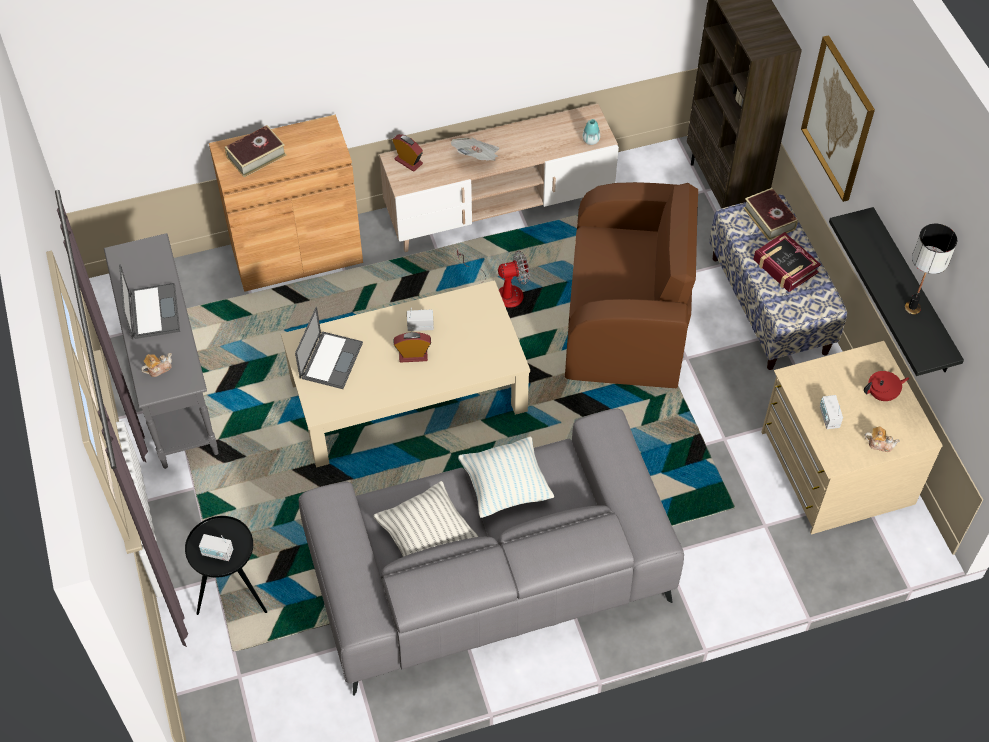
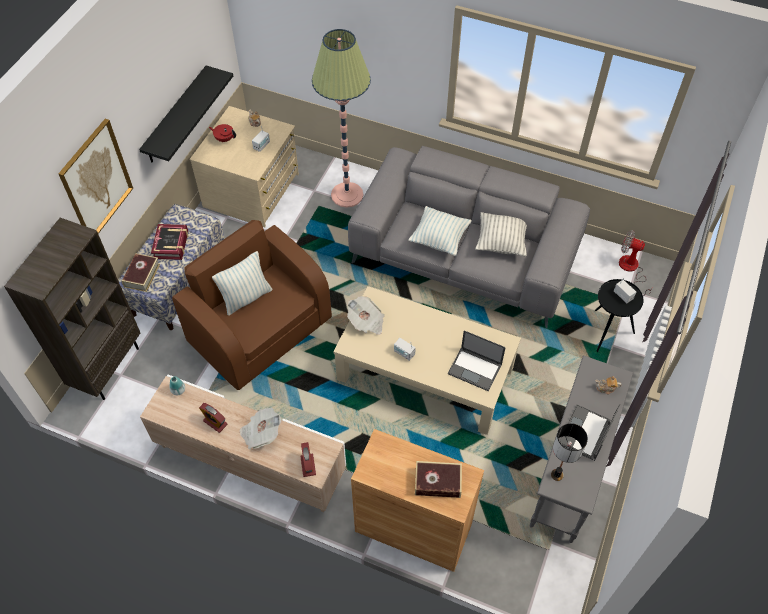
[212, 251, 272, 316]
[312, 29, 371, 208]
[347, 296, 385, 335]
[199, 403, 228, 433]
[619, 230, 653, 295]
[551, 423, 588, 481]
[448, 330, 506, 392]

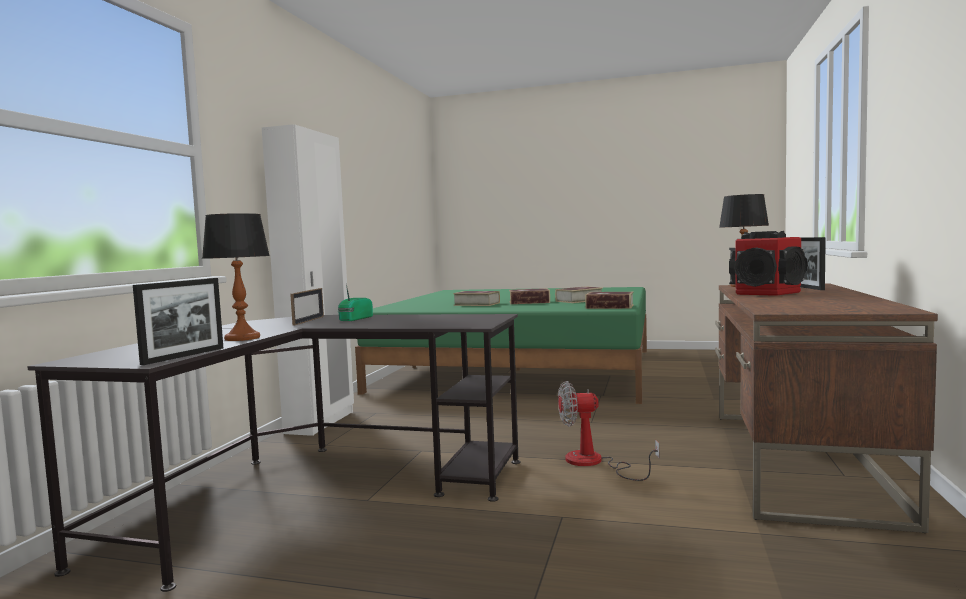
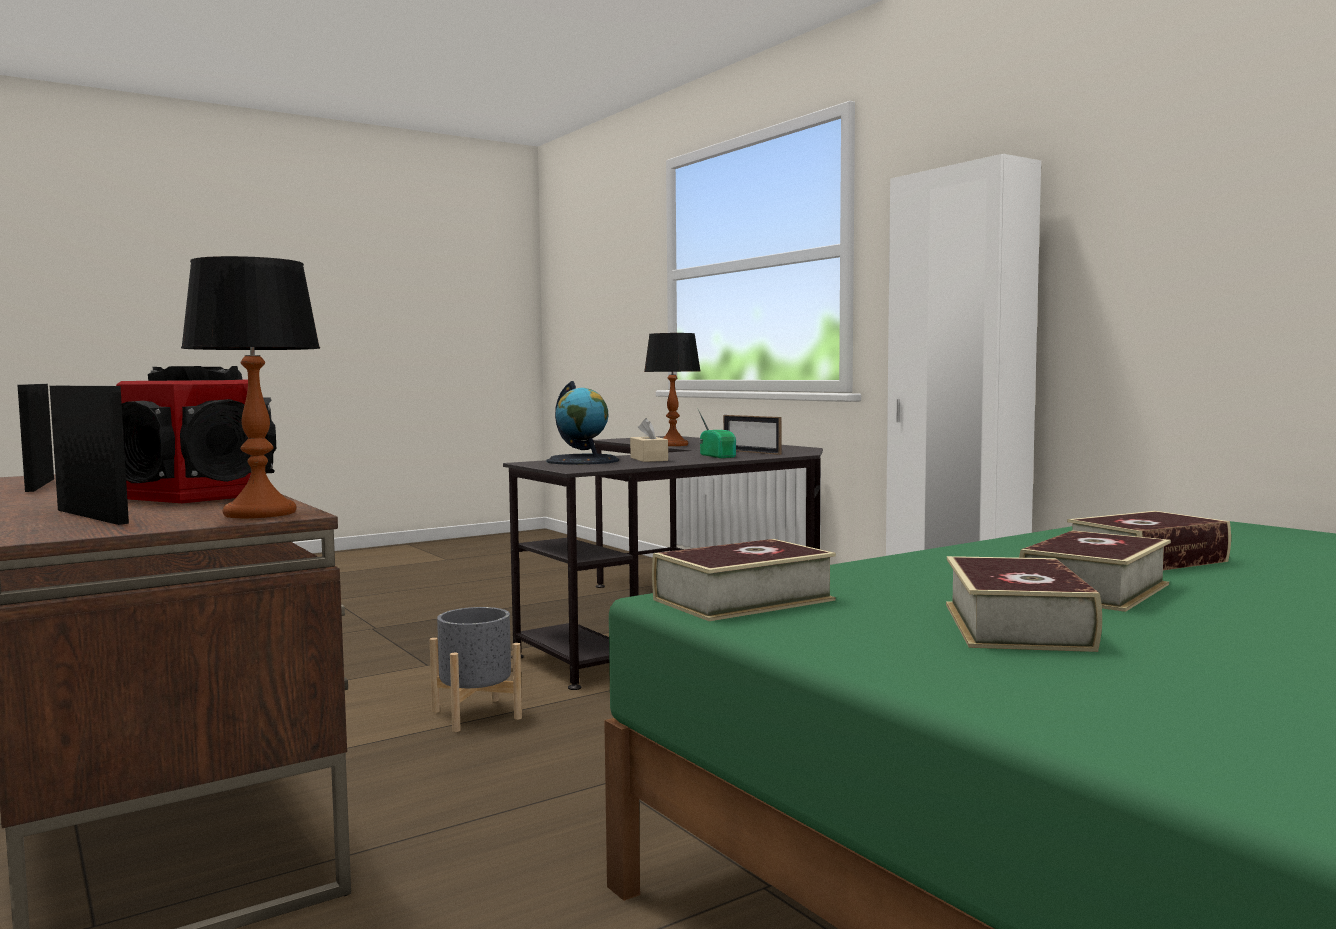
[546, 381, 619, 465]
[630, 418, 668, 462]
[18, 384, 54, 492]
[430, 607, 522, 732]

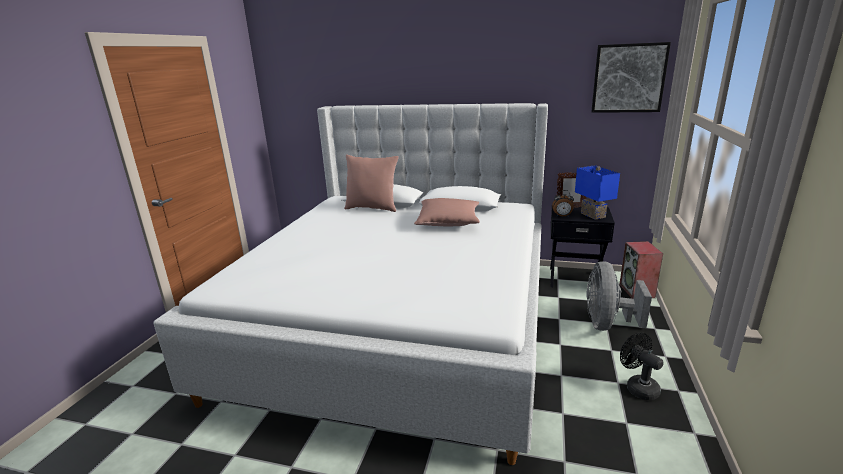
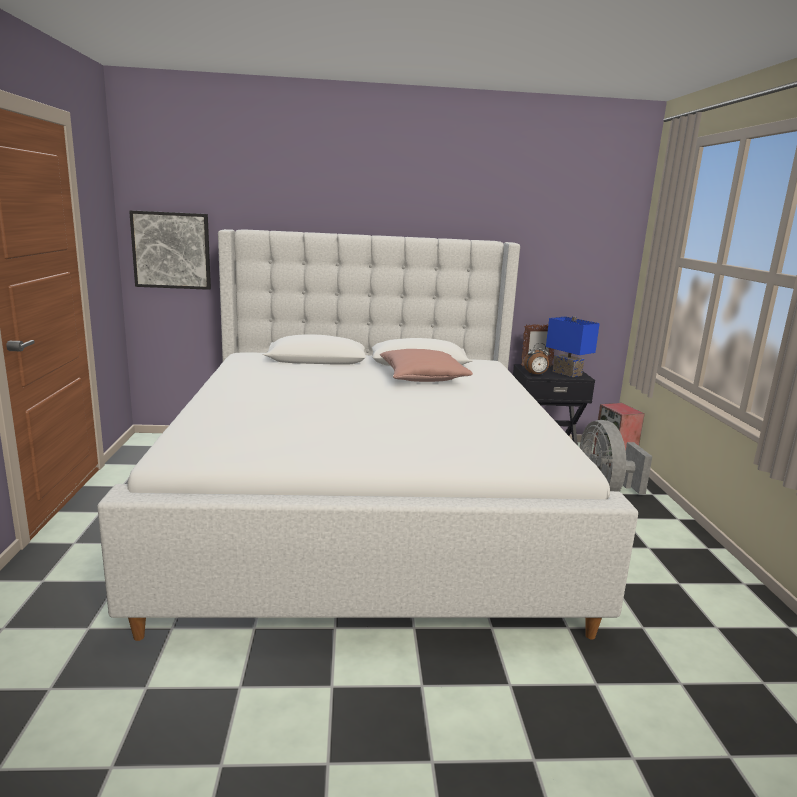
[344, 155, 399, 212] (first image)
[620, 332, 663, 400] (first image)
[129, 210, 211, 290]

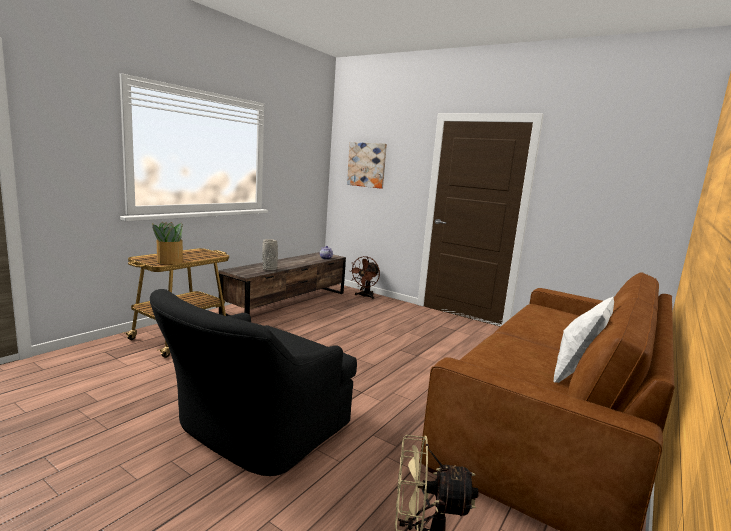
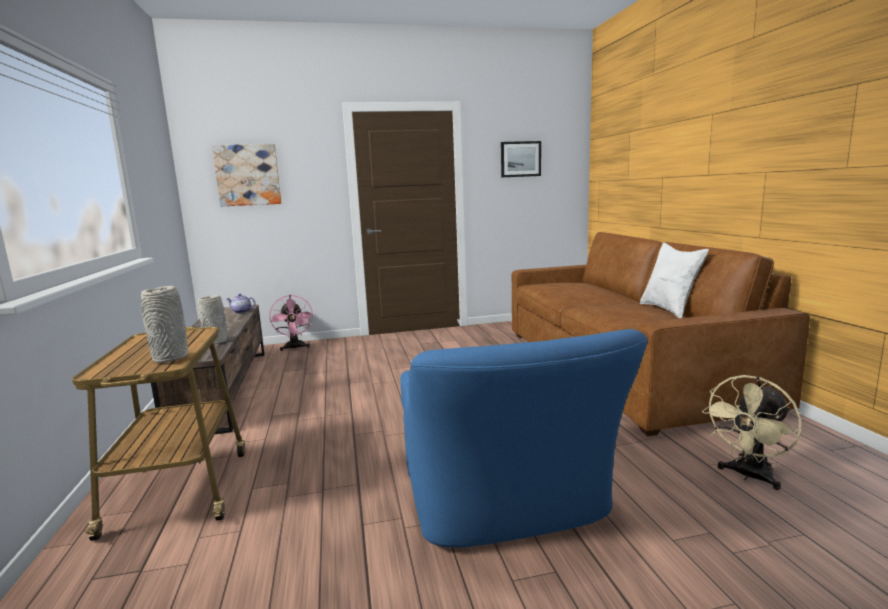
[501, 141, 541, 177]
[141, 286, 188, 363]
[400, 329, 648, 548]
[270, 295, 313, 351]

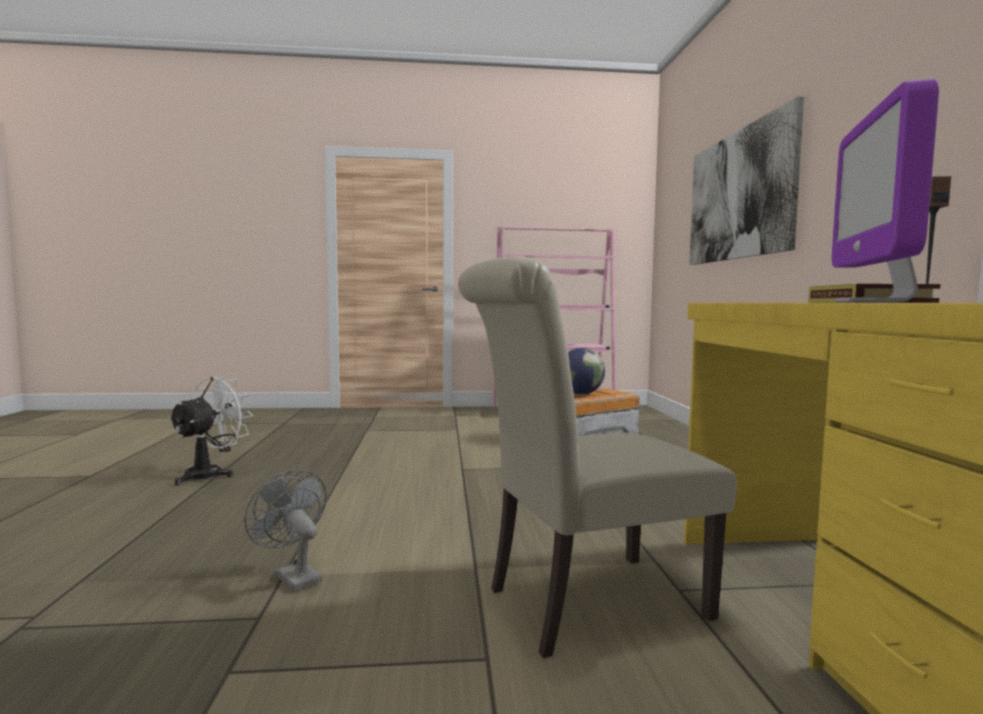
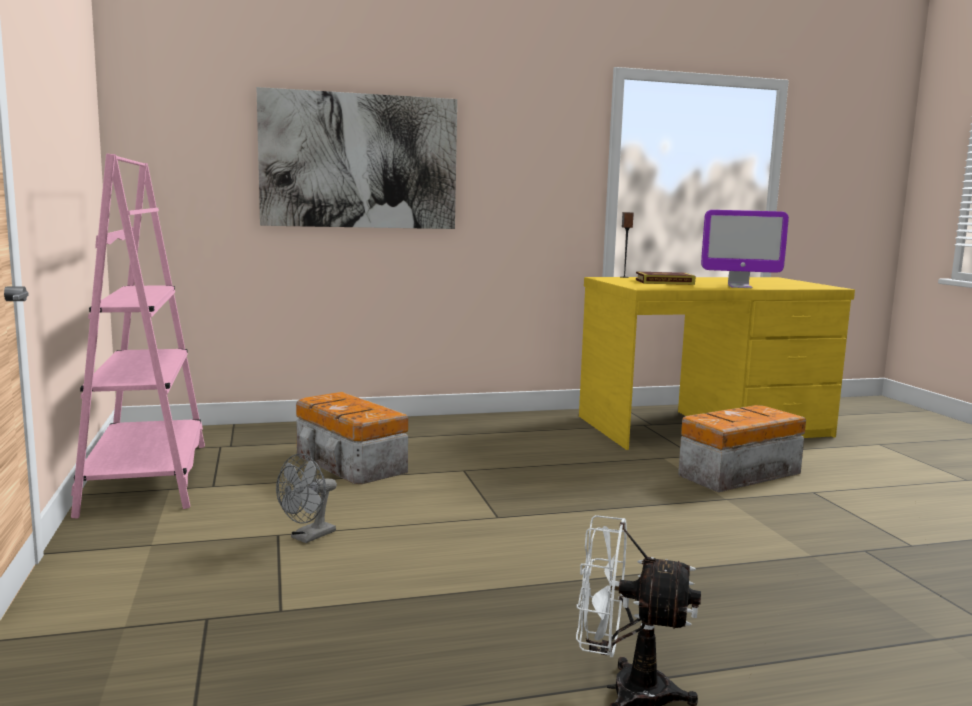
[568, 348, 605, 395] (first image)
[276, 454, 337, 543]
[678, 405, 806, 492]

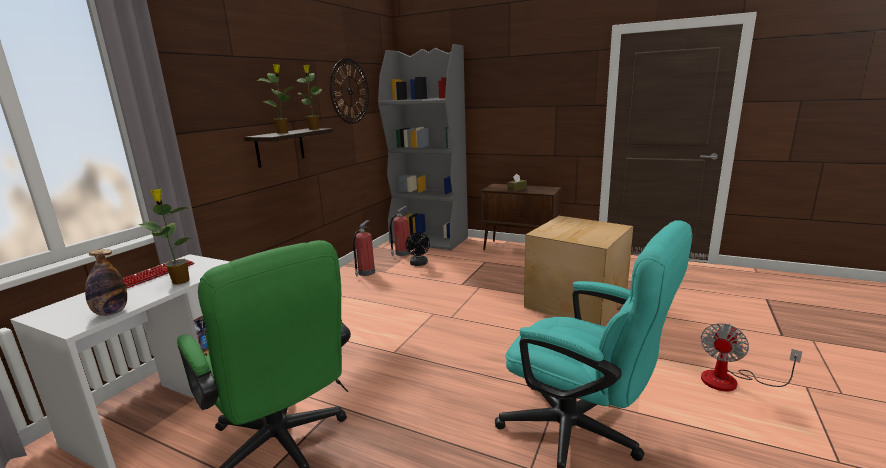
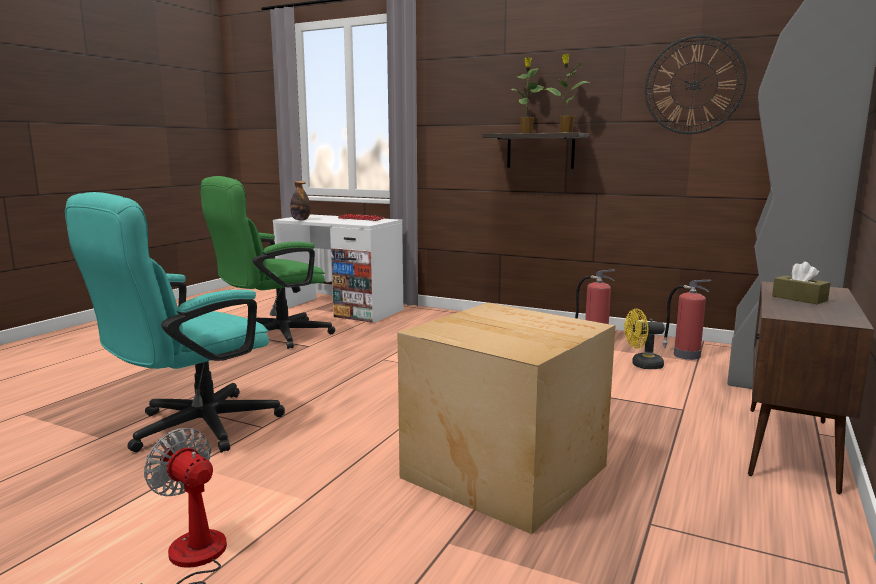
[139, 189, 192, 285] (first image)
[624, 309, 665, 369]

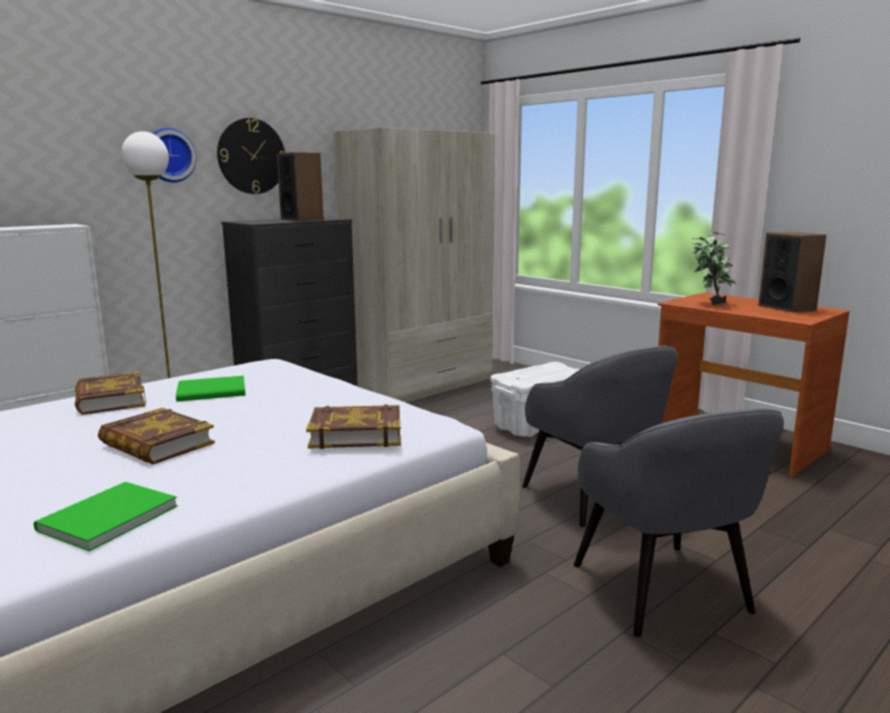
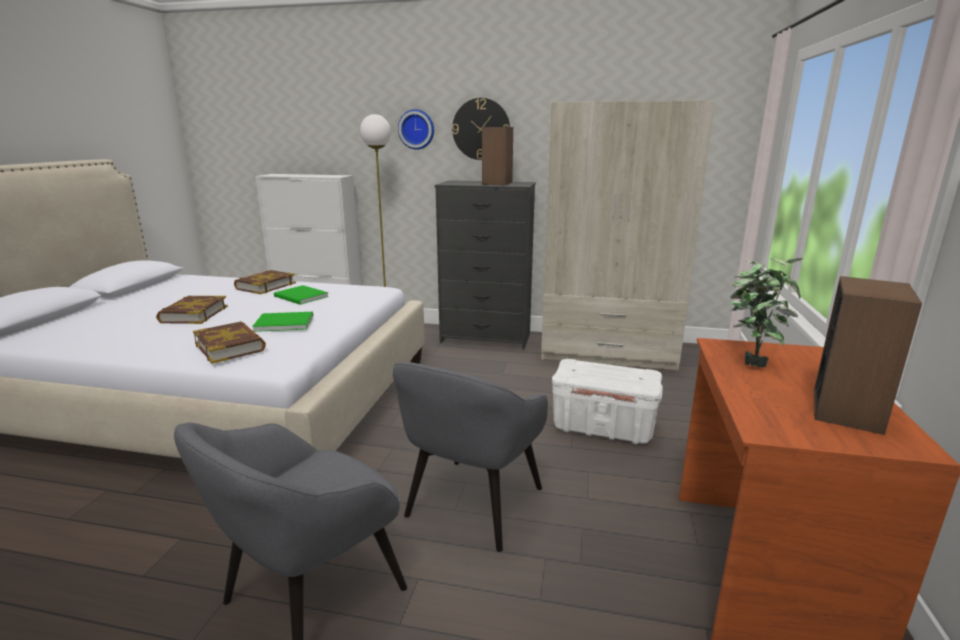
[252, 312, 313, 332]

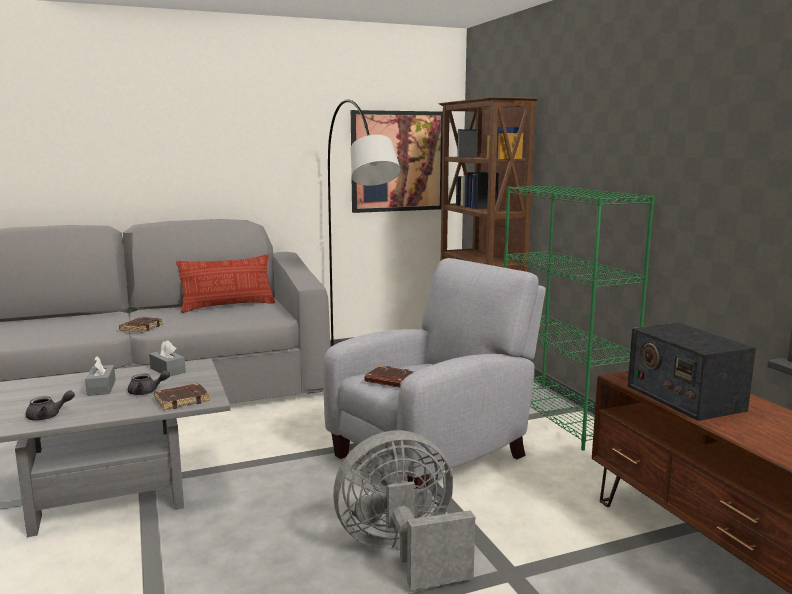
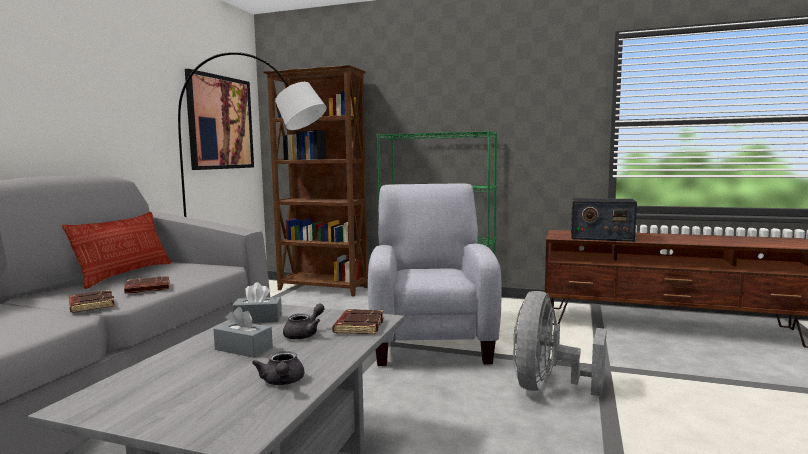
[124, 276, 170, 294]
[252, 351, 304, 385]

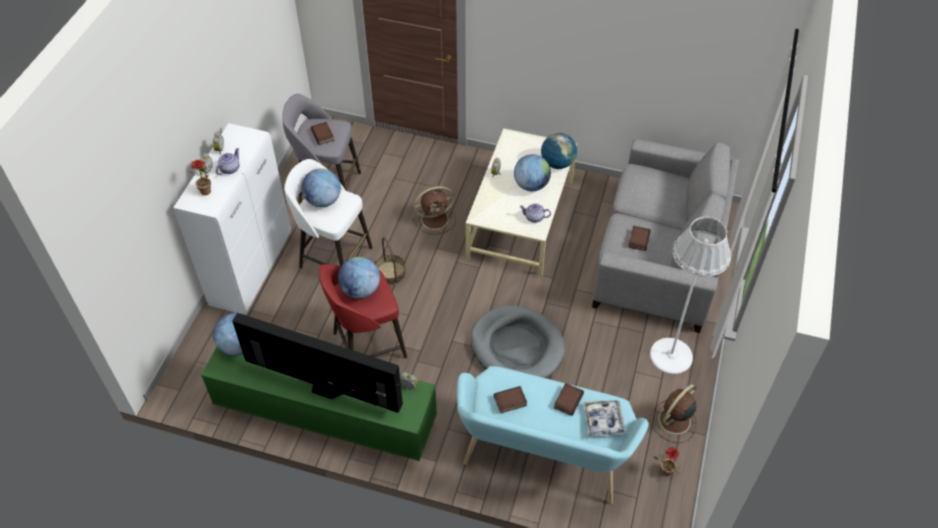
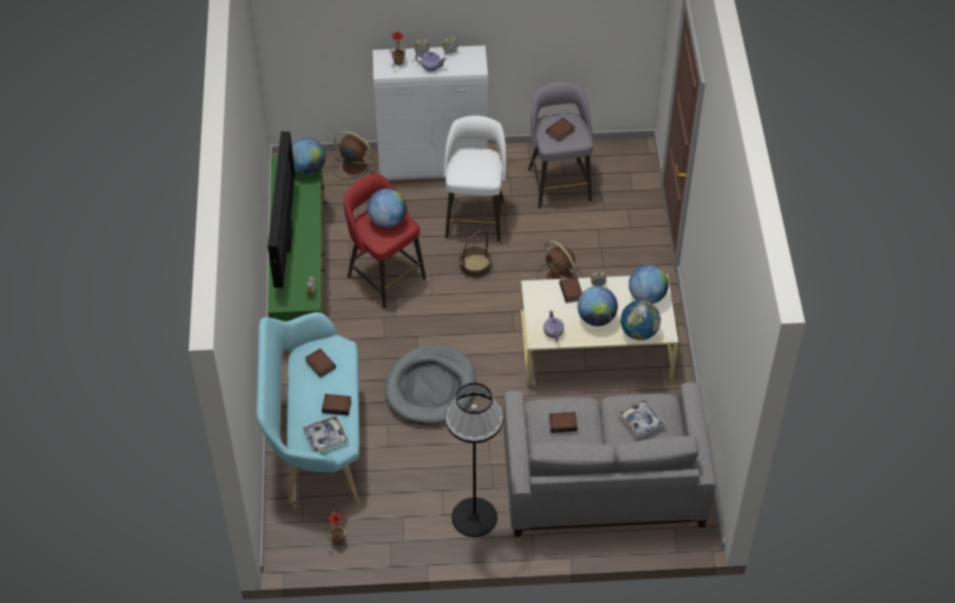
[559, 277, 582, 303]
[618, 399, 666, 438]
[629, 265, 669, 304]
[332, 131, 375, 180]
[445, 383, 504, 537]

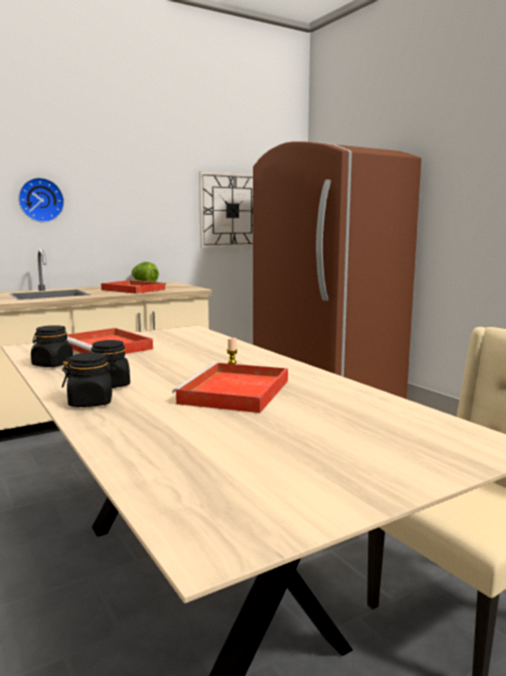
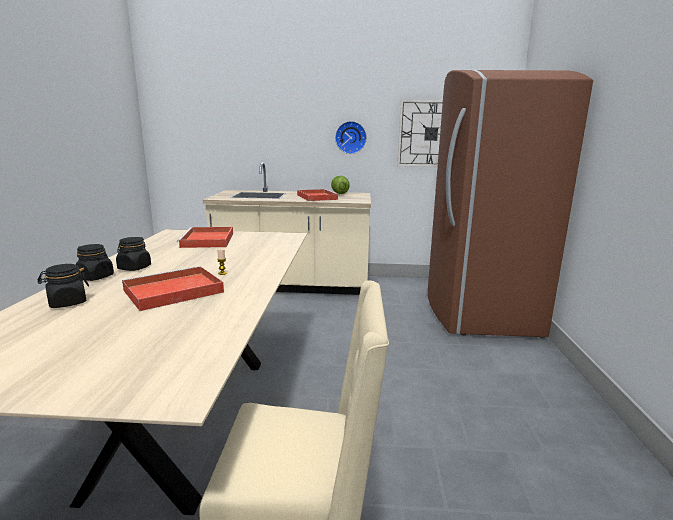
[335, 121, 367, 154]
[38, 264, 89, 308]

